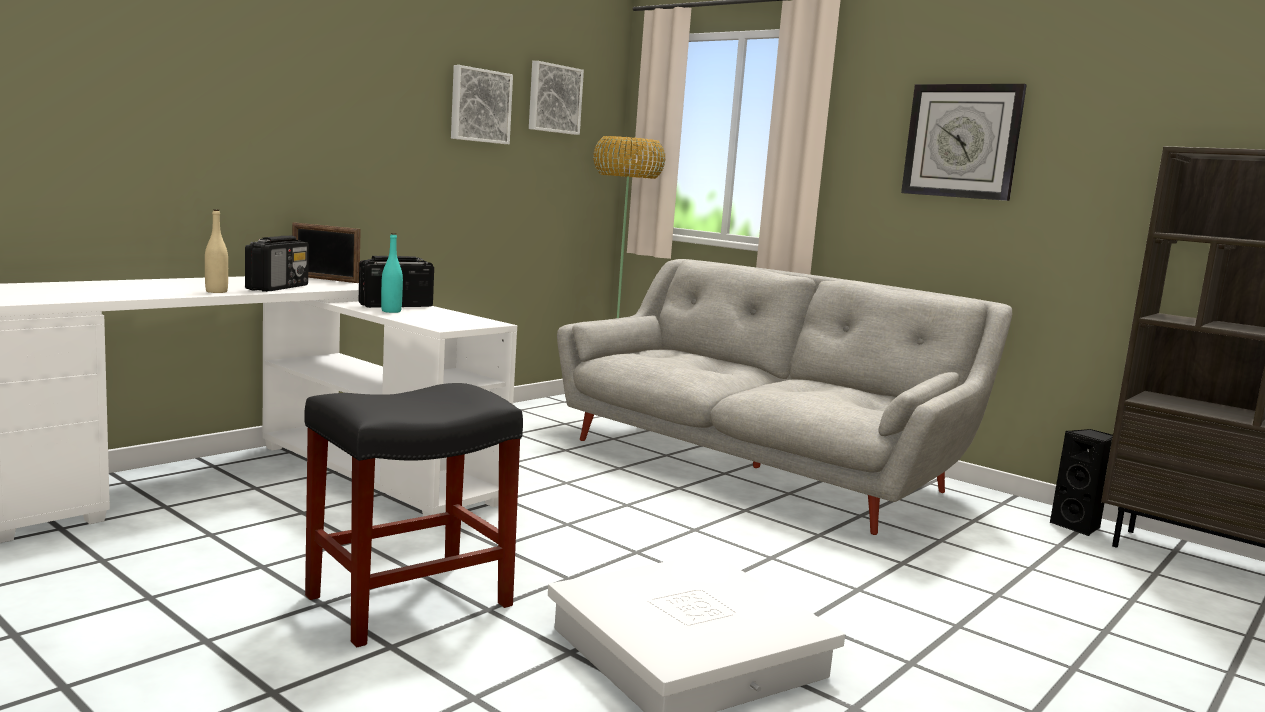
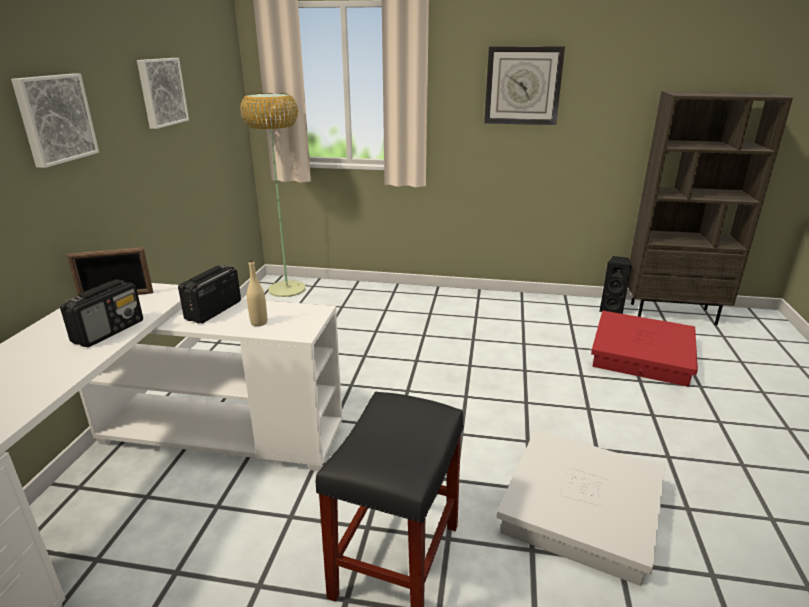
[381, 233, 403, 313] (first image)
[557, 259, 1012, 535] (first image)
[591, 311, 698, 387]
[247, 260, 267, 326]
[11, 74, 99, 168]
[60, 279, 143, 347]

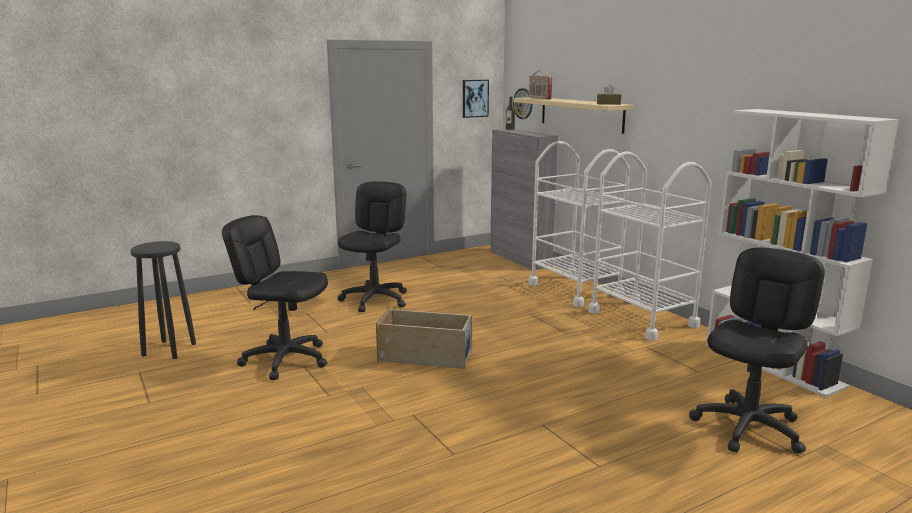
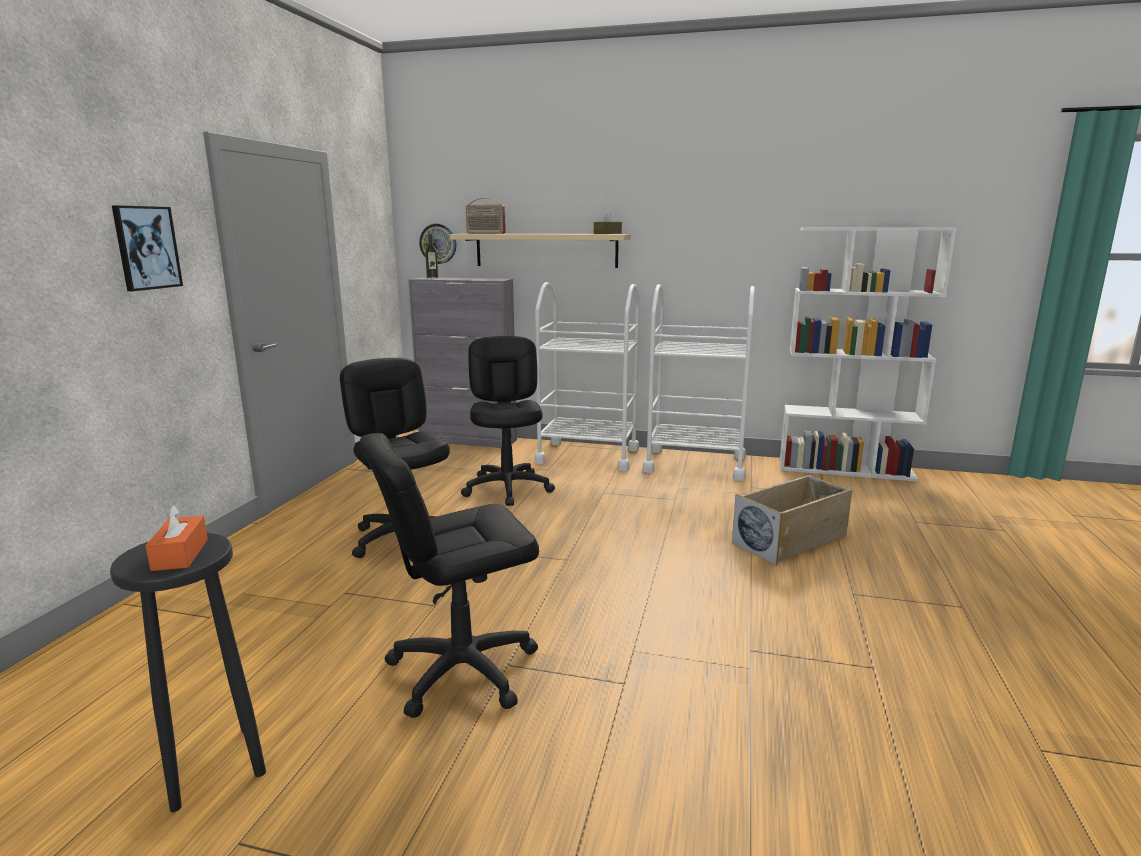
[145, 504, 208, 571]
[732, 475, 852, 565]
[112, 205, 183, 291]
[461, 336, 555, 506]

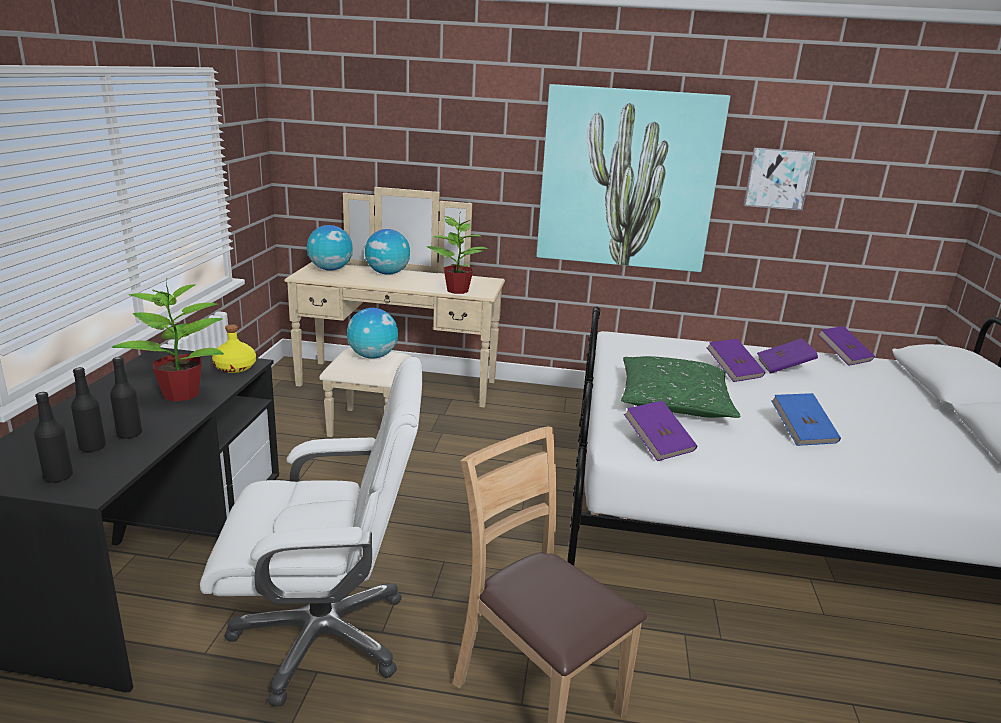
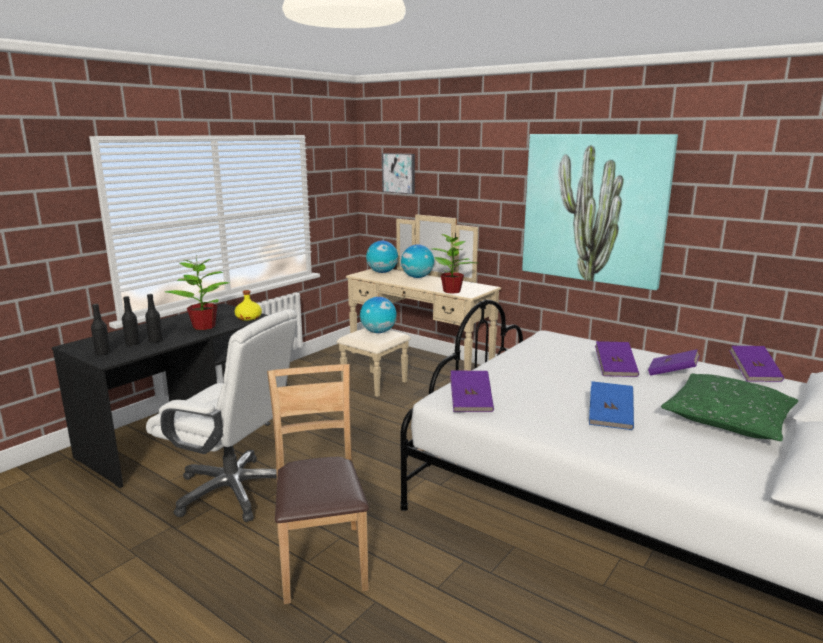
[661, 374, 798, 441]
[382, 153, 415, 194]

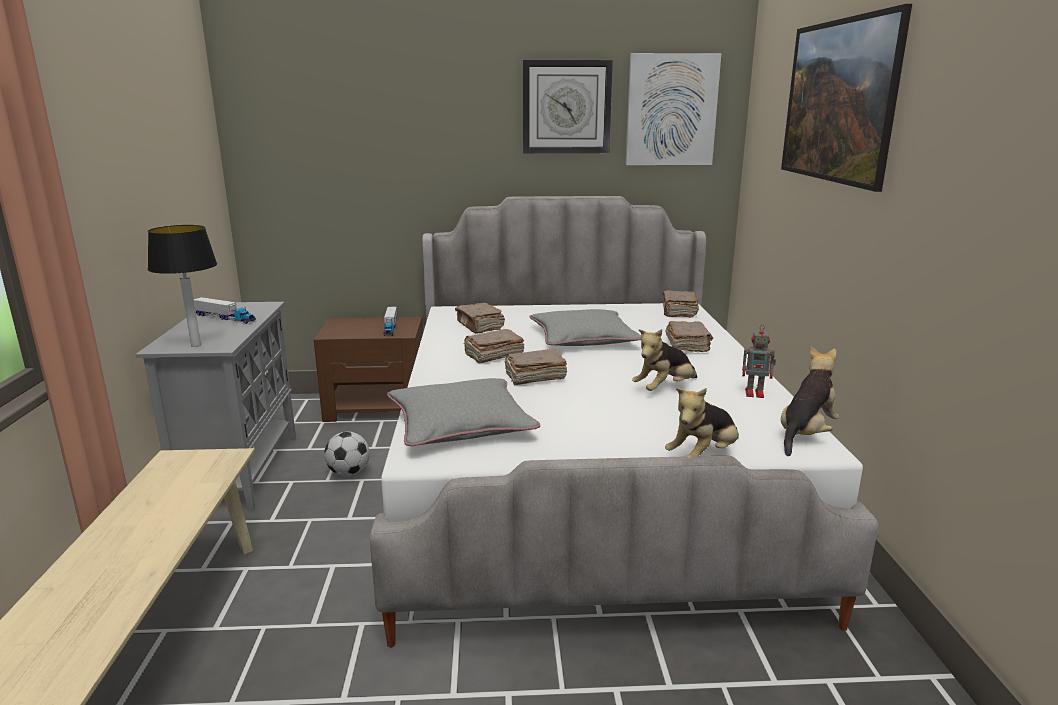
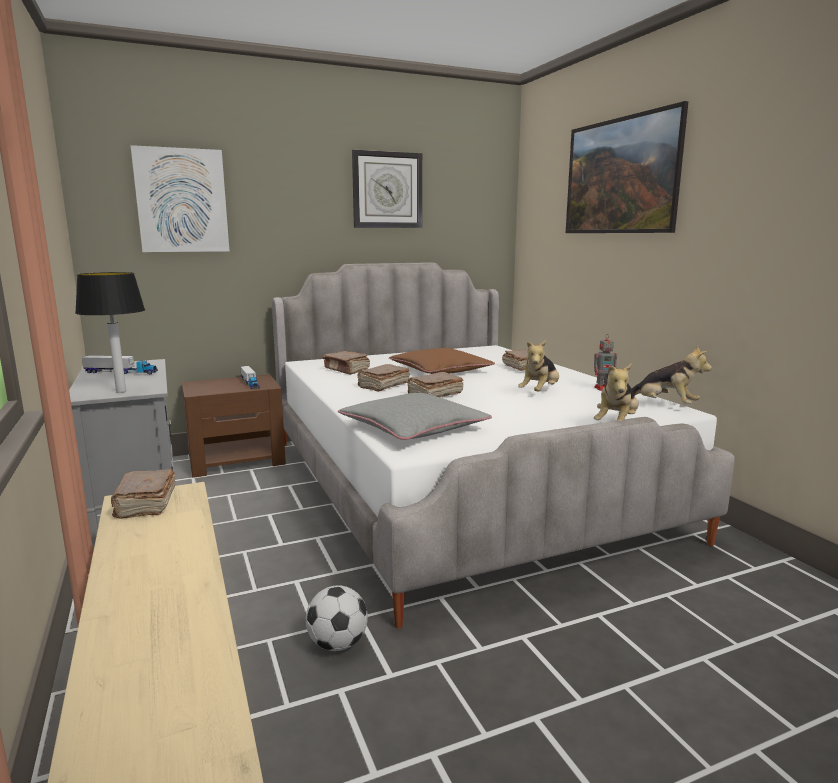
[306, 585, 368, 651]
[130, 145, 229, 252]
[111, 469, 176, 519]
[389, 348, 495, 374]
[632, 346, 712, 404]

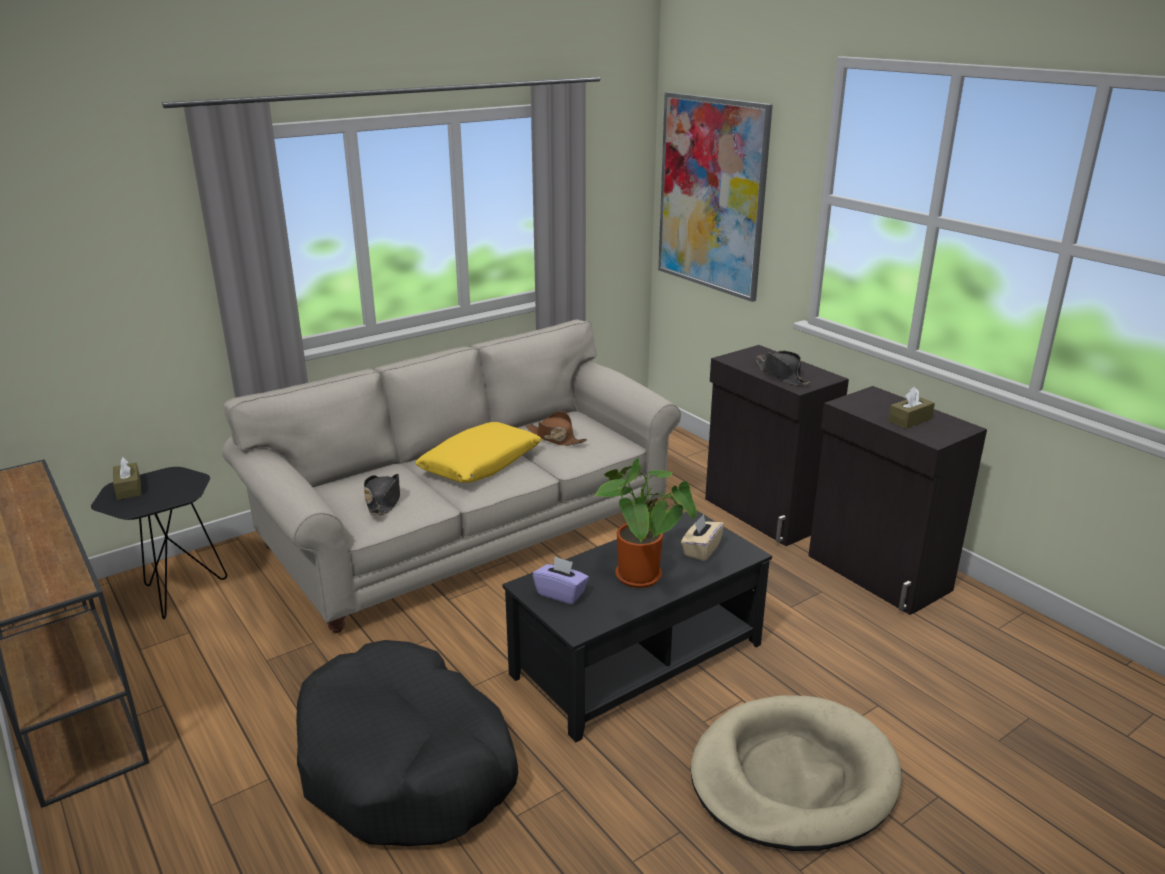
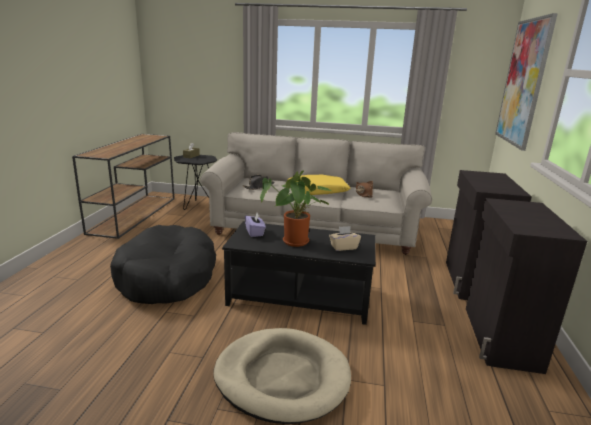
[755, 351, 811, 386] (first image)
[888, 387, 935, 429] (first image)

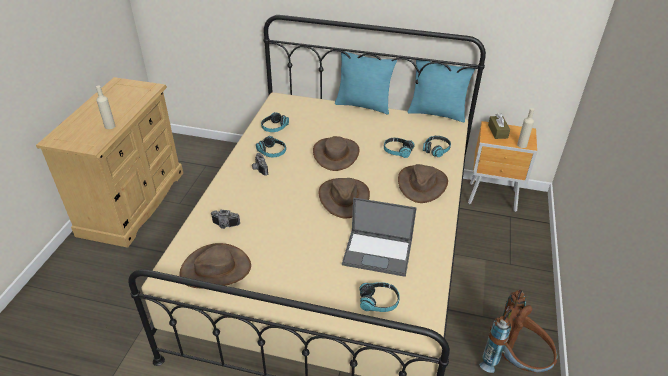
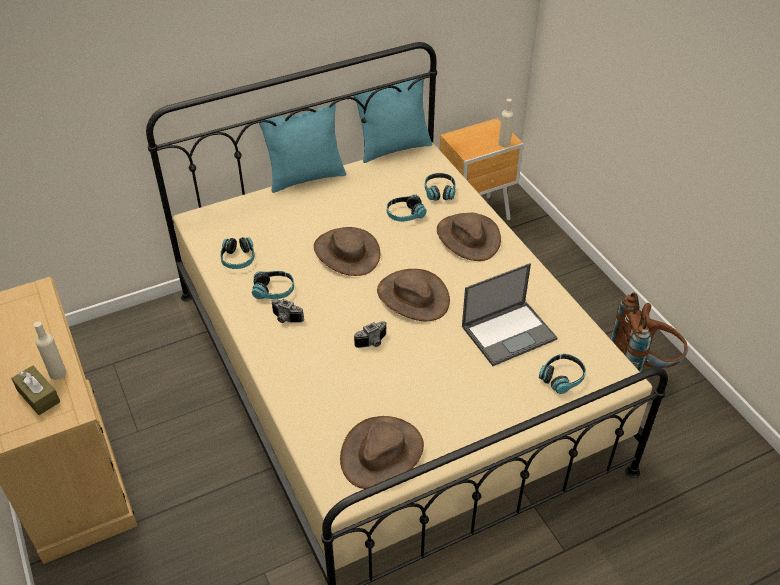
[354, 321, 386, 348]
[11, 365, 60, 415]

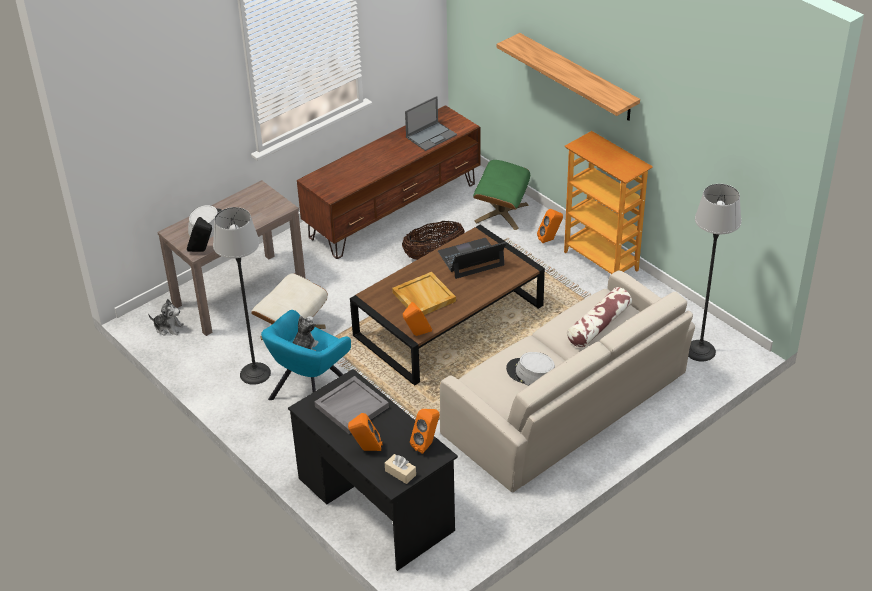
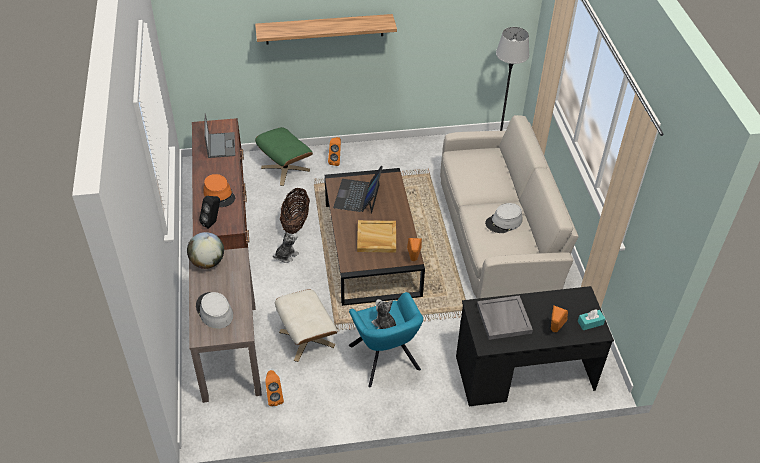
[213, 207, 271, 385] (first image)
[564, 131, 653, 274] (first image)
[567, 287, 632, 348] (first image)
[187, 232, 224, 269]
[204, 174, 235, 207]
[273, 232, 299, 263]
[199, 196, 220, 229]
[265, 370, 284, 406]
[578, 309, 605, 330]

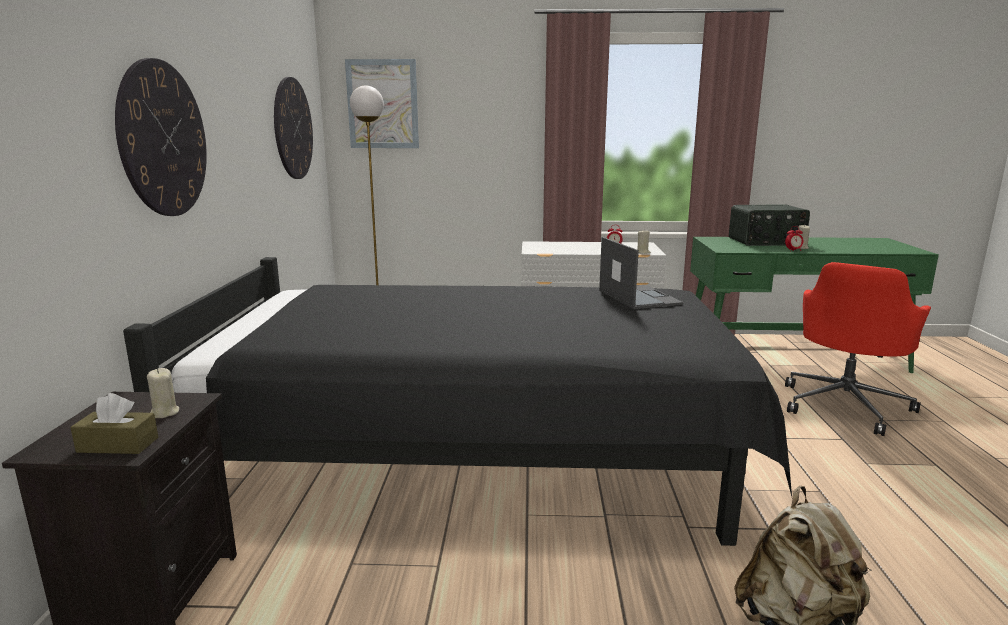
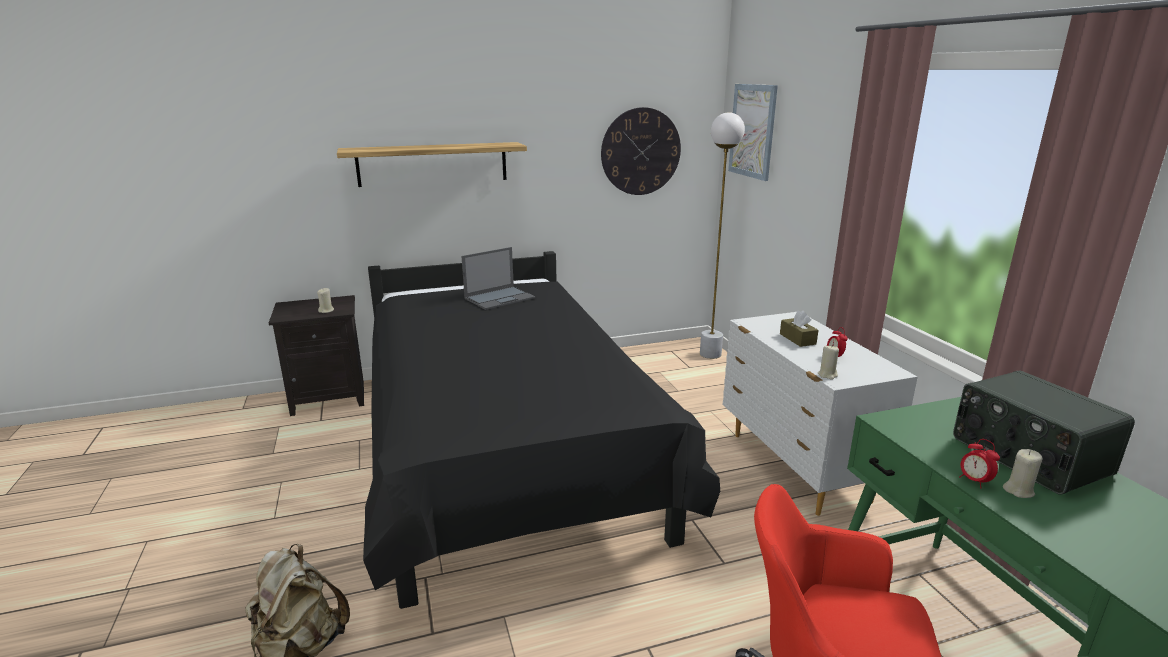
[780, 310, 818, 347]
[462, 247, 535, 310]
[337, 142, 527, 187]

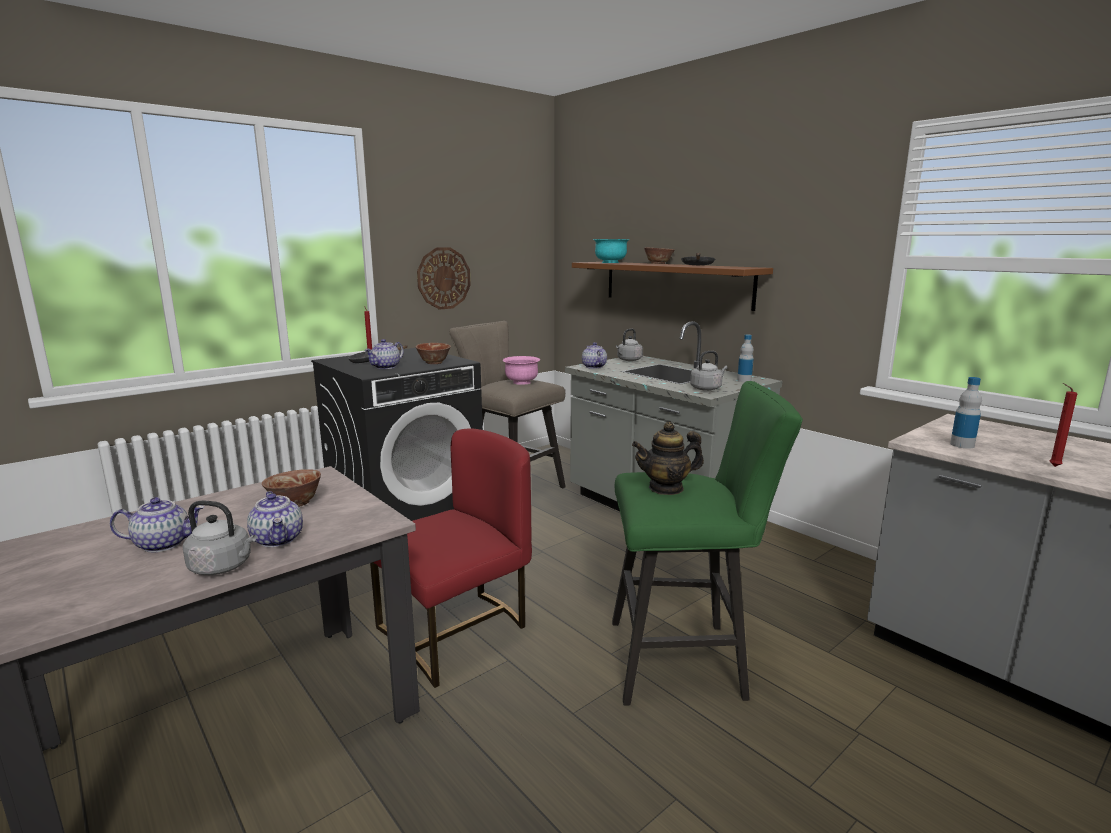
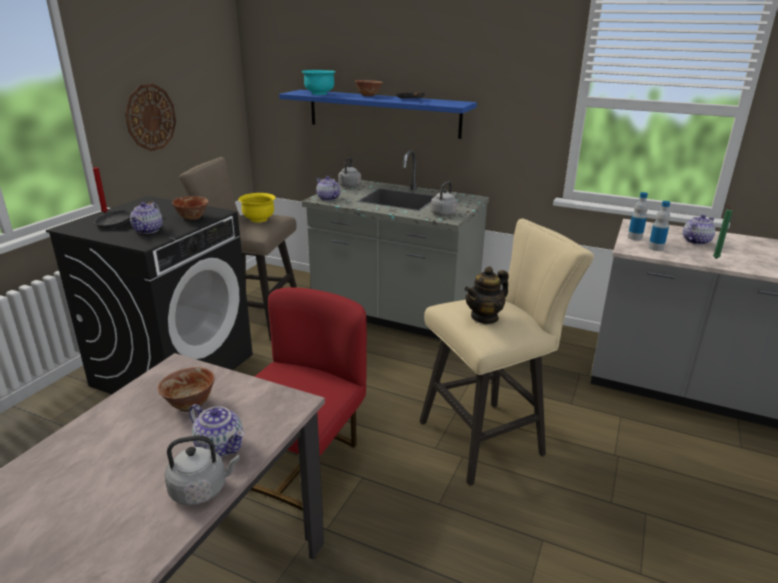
[683, 215, 716, 245]
[628, 192, 648, 240]
[238, 193, 276, 222]
[279, 90, 477, 139]
[420, 219, 594, 486]
[713, 205, 732, 259]

